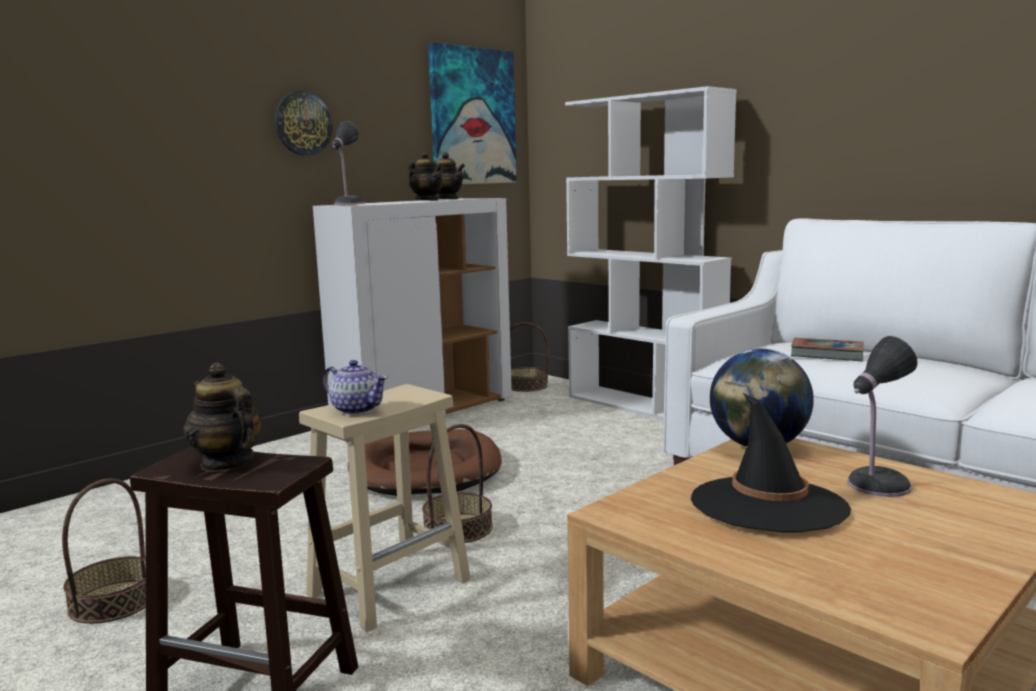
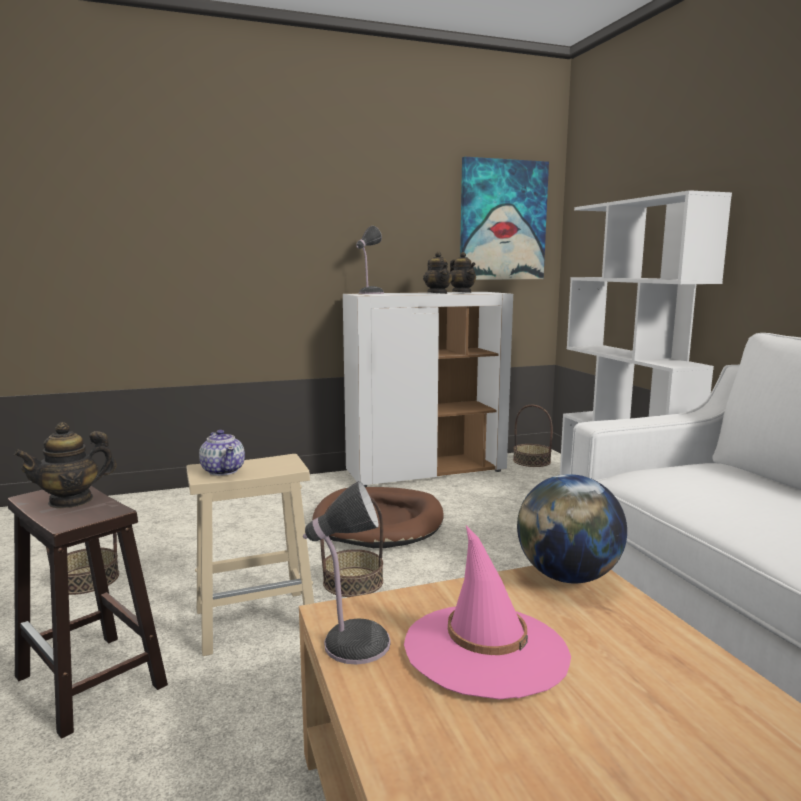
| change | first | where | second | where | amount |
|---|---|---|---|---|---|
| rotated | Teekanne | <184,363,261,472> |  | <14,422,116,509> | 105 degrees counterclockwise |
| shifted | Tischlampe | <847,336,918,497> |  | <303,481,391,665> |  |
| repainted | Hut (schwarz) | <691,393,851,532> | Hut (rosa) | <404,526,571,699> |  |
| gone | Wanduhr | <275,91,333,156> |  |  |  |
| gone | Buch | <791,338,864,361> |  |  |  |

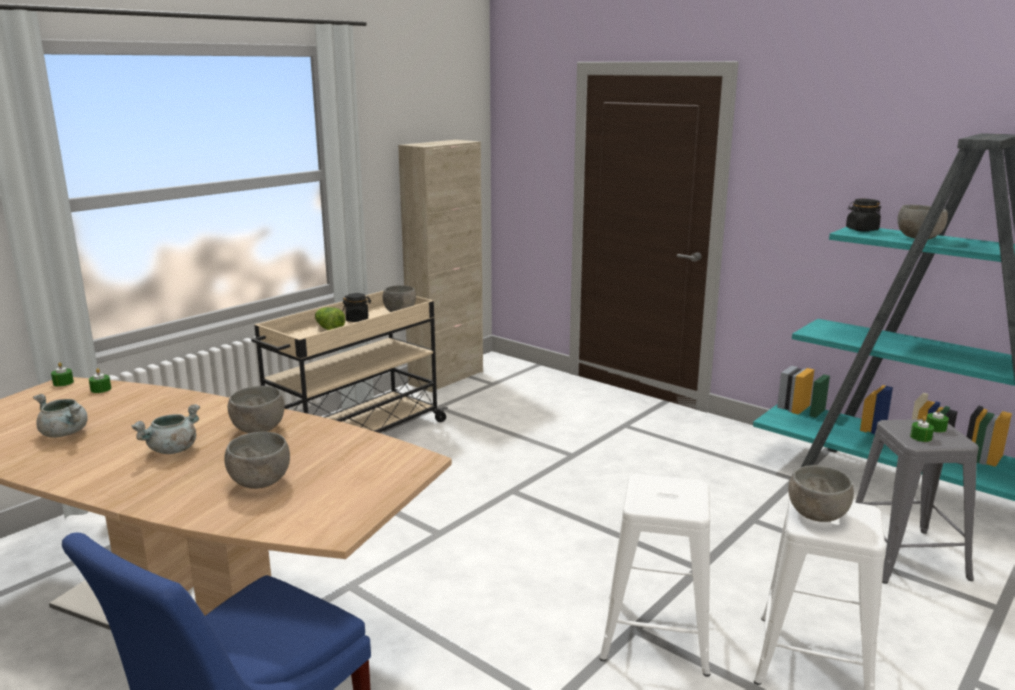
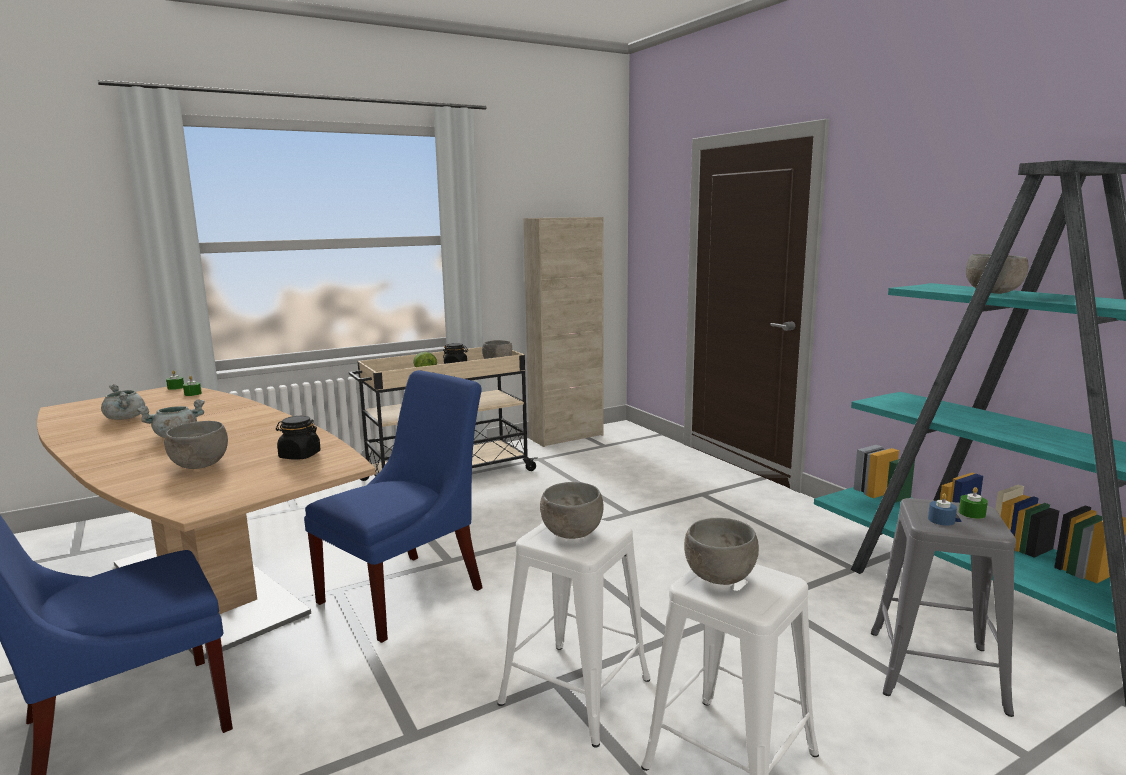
| change | first | where | second | where | amount |
|---|---|---|---|---|---|
| shifted | Vorratsglas (schwarz) | <846,199,881,231> |  | <276,416,321,460> |  |
| new |  |  | Stuhl (blau) | <304,370,483,643> |  |
| shifted | Schüssel (grau) | <228,386,285,433> |  | <540,482,604,539> |  |
| repainted | Kerze (grün) | <910,416,934,442> | Kerze (blau) | <928,493,957,526> |  |

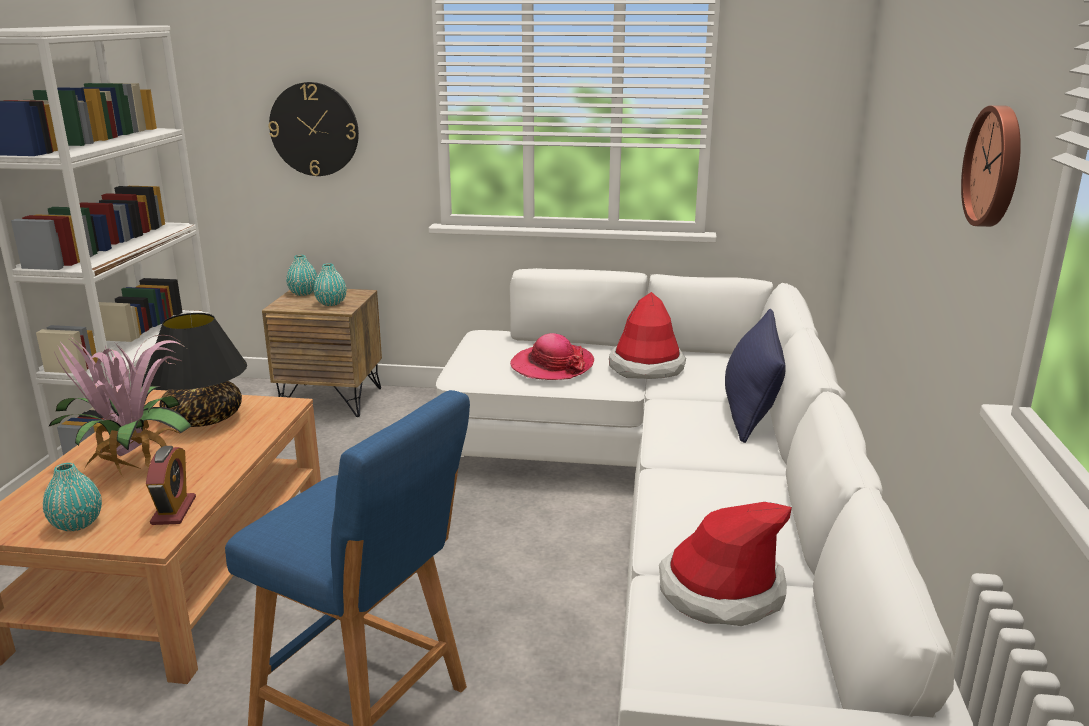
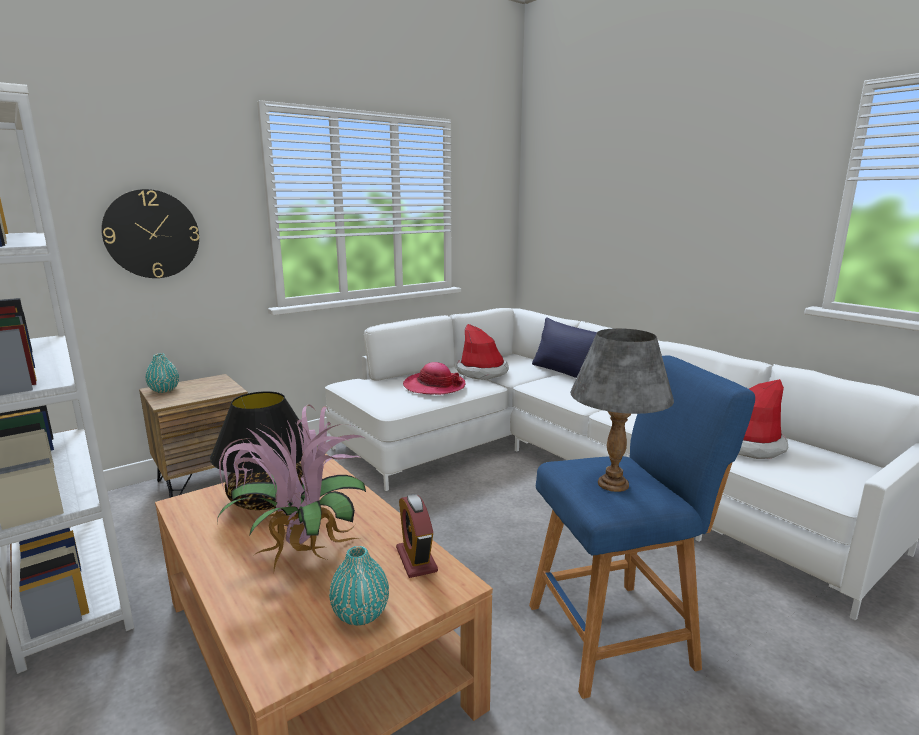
| change | first | where | second | where | amount |
|---|---|---|---|---|---|
| rotated | Wecker | <146,446,196,525> |  | <396,494,438,578> | 150 degrees counterclockwise |
| new |  |  | Tischlampe (grau) | <570,328,674,492> |  |
| gone | Vase (türkis) | <314,263,347,306> |  |  |  |
| gone | Wanduhr | <961,105,1021,227> |  |  |  |

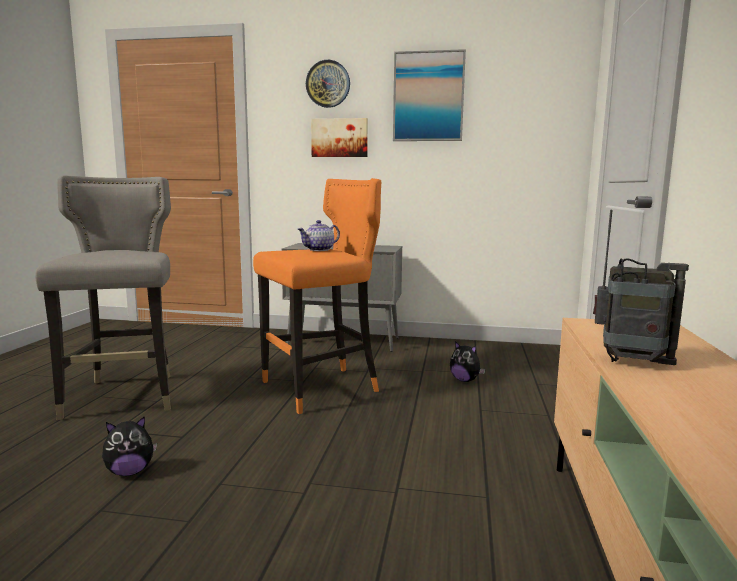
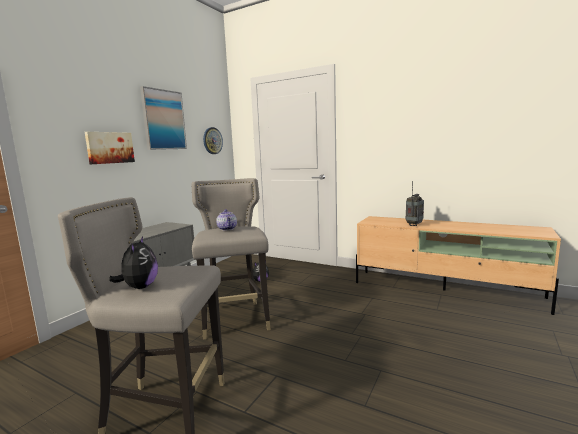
| change | first | where | second | where | amount |
|---|---|---|---|---|---|
| shifted | Plüschtier | <102,416,157,476> |  | <109,236,158,289> |  |
| repainted | Hocker (orange) | <253,178,381,414> | Hocker (grau) | <192,178,271,340> |  |
| shifted | Wanduhr | <306,60,350,108> |  | <203,127,223,154> |  |

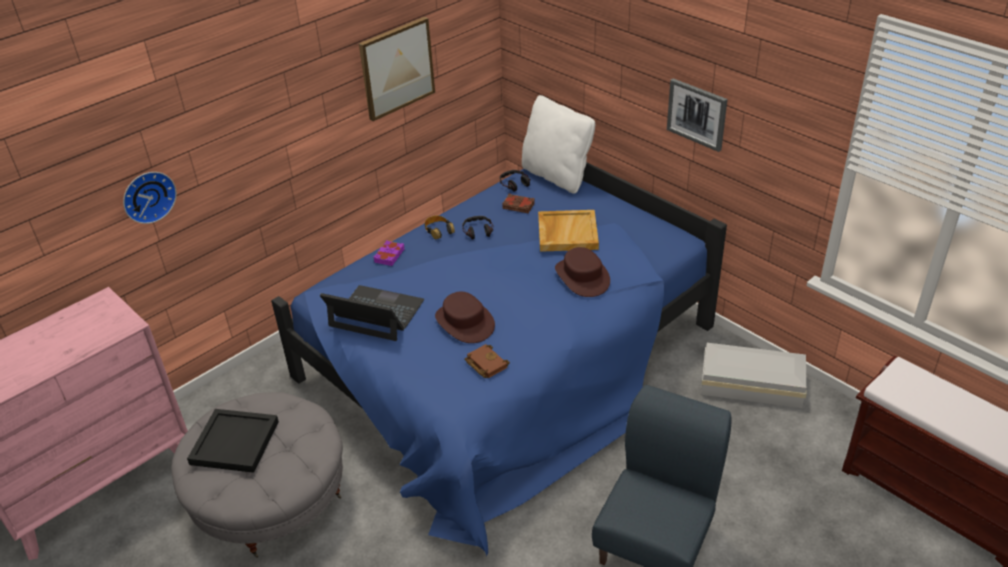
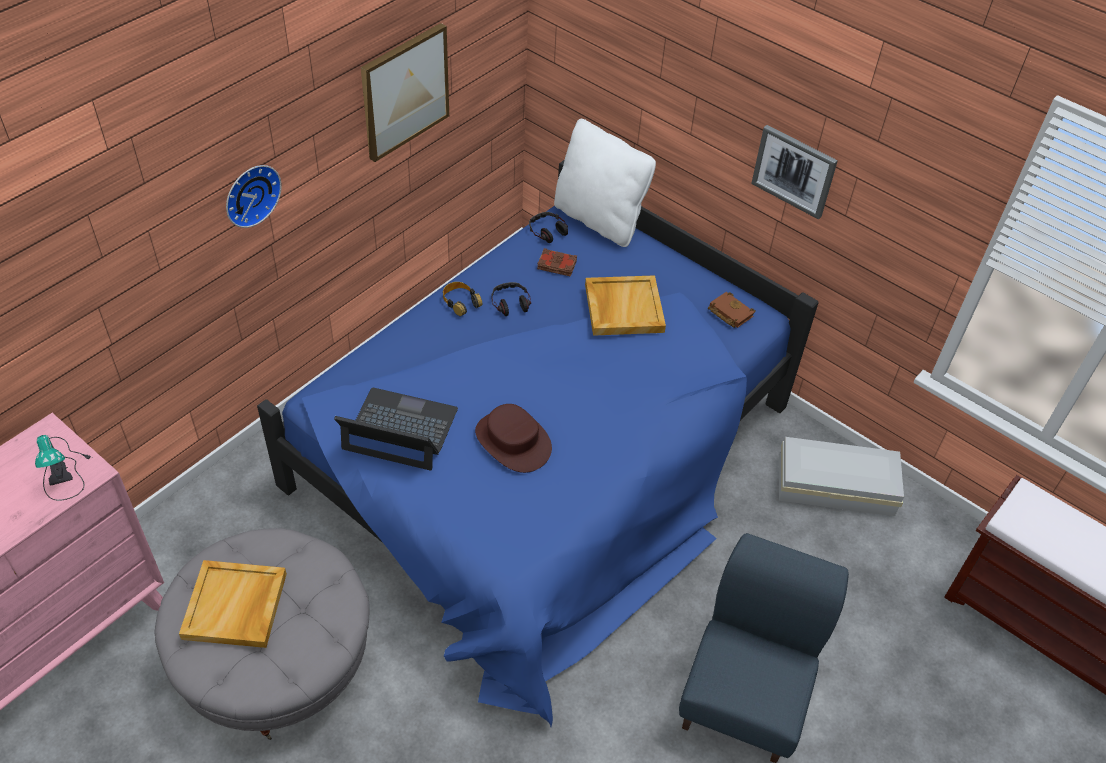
| change | first | where | second | where | amount |
|---|---|---|---|---|---|
| new |  |  | Tischlampe | <35,435,92,501> |  |
| repainted | Tablett (schwarz) | <187,409,279,473> | Tablett (beige) | <179,560,287,648> |  |
| shifted | Wanduhr | <123,172,177,224> |  | <226,165,282,228> |  |
| shifted | Buch (braun) | <464,344,510,378> |  | <708,292,756,328> |  |
| gone | Buch (lila) | <374,240,405,266> |  |  |  |
| gone | Hut (braun) | <555,247,610,297> |  |  |  |

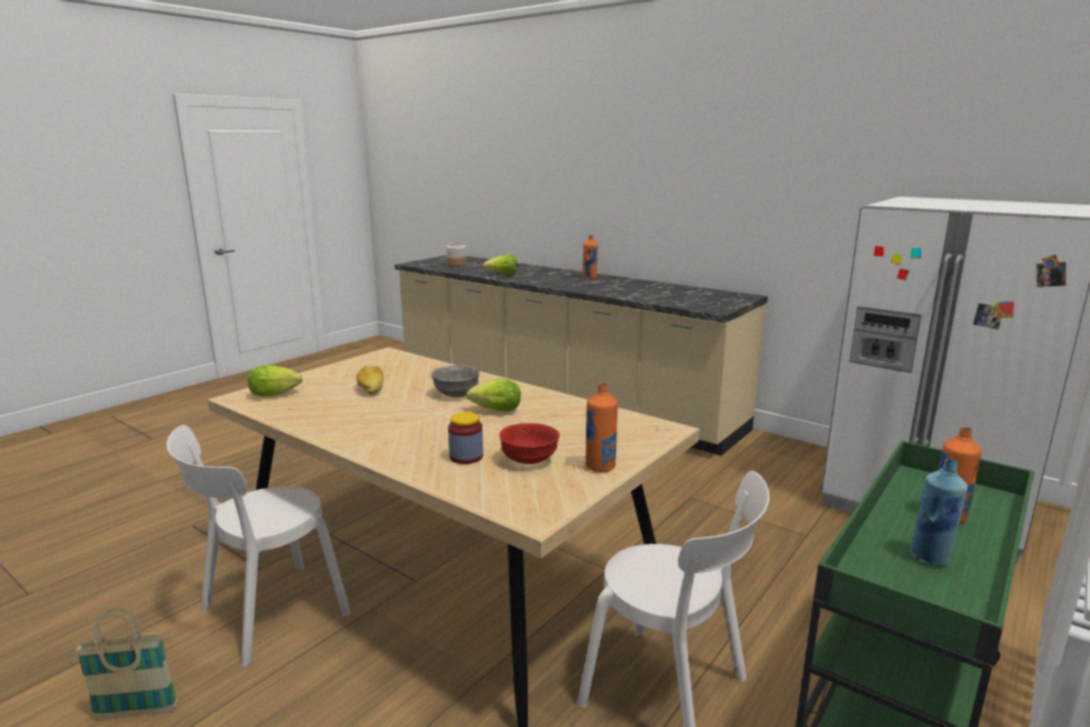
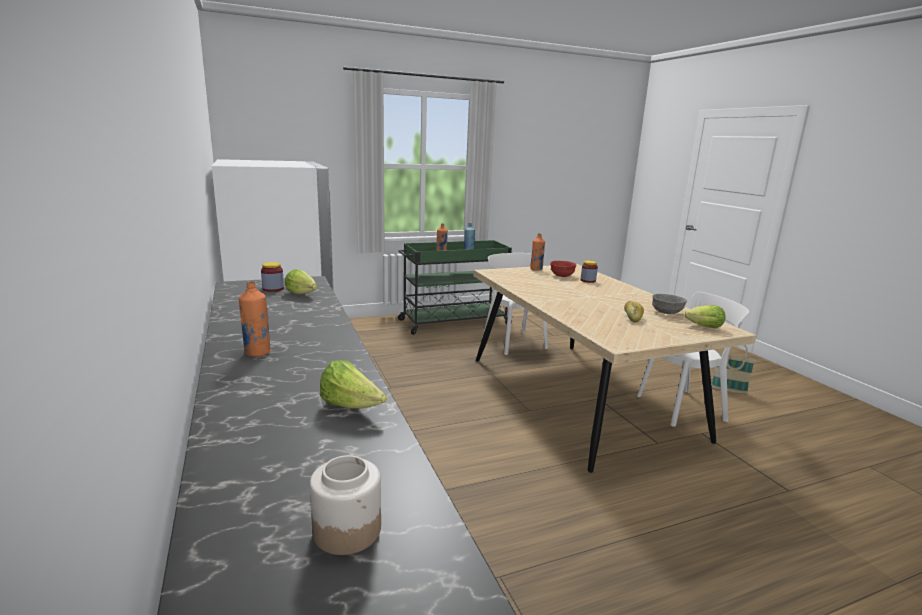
| change | first | where | second | where | amount |
|---|---|---|---|---|---|
| new |  |  | Vorratsglas | <261,262,284,292> |  |
| shifted | Salatkopf | <467,379,521,411> |  | <285,269,317,295> |  |
| shifted | Schüssel (grau) | <431,365,479,397> |  | <652,294,687,314> |  |

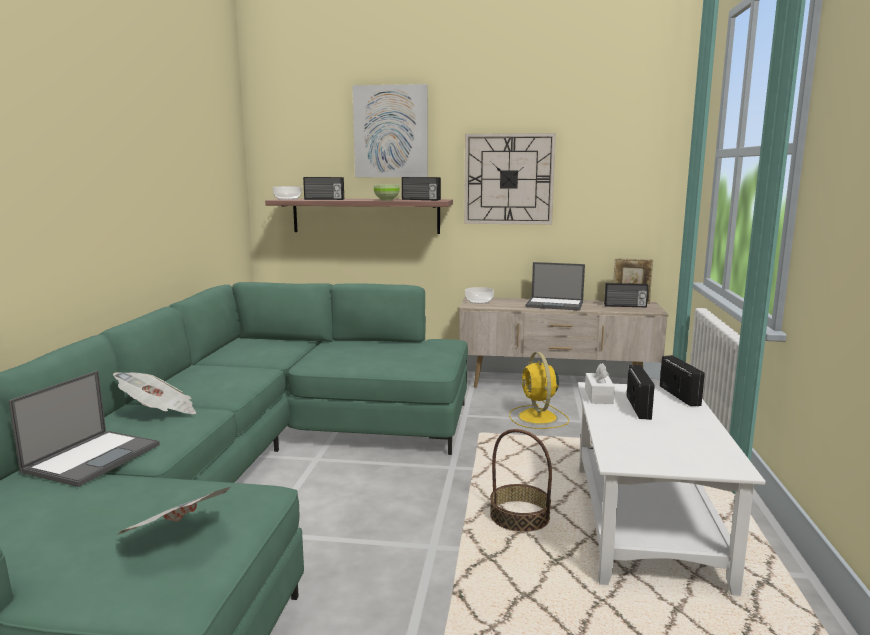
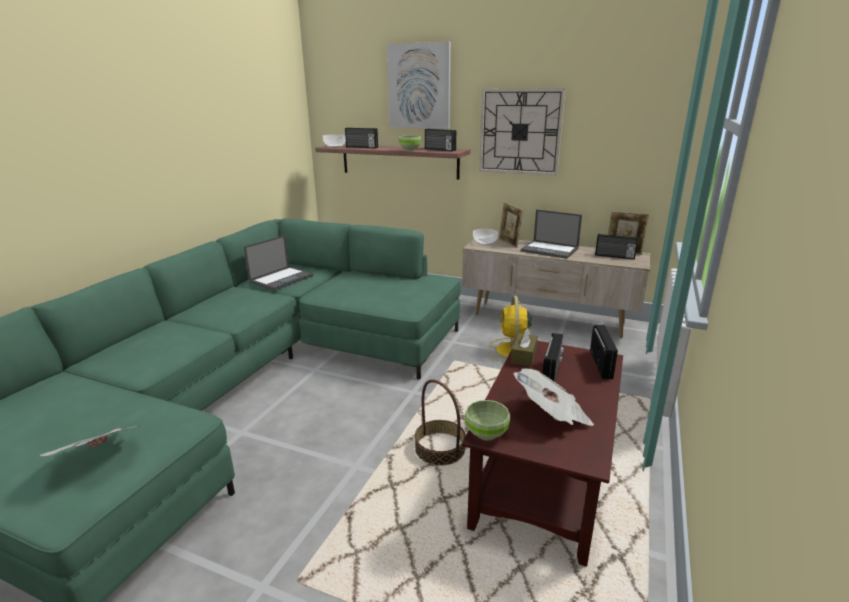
| change | first | where | second | where | amount |
|---|---|---|---|---|---|
| shifted | Laptop | <8,370,160,487> |  | <244,235,313,291> |  |
| repainted | Couchtisch (weiß) | <578,382,765,596> | Couchtisch (braun) | <462,341,623,567> |  |
| new |  |  | Schüssel (grün) | <465,400,510,440> |  |
| new |  |  | Bilderrahmen | <499,202,523,248> |  |
| repainted | Taschentuchbox (weiß) | <585,363,615,404> | Taschentuchbox (braun) | <511,328,538,367> |  |
| shifted | Zeitung | <113,372,196,414> |  | <513,368,594,426> |  |

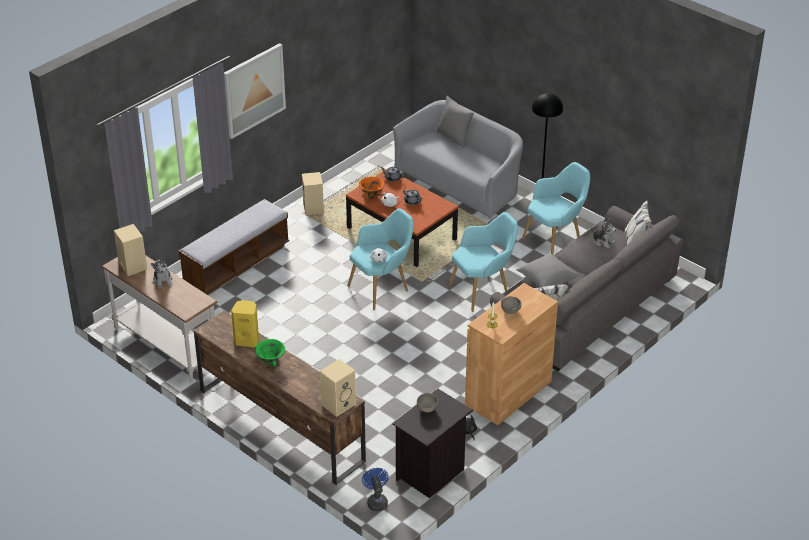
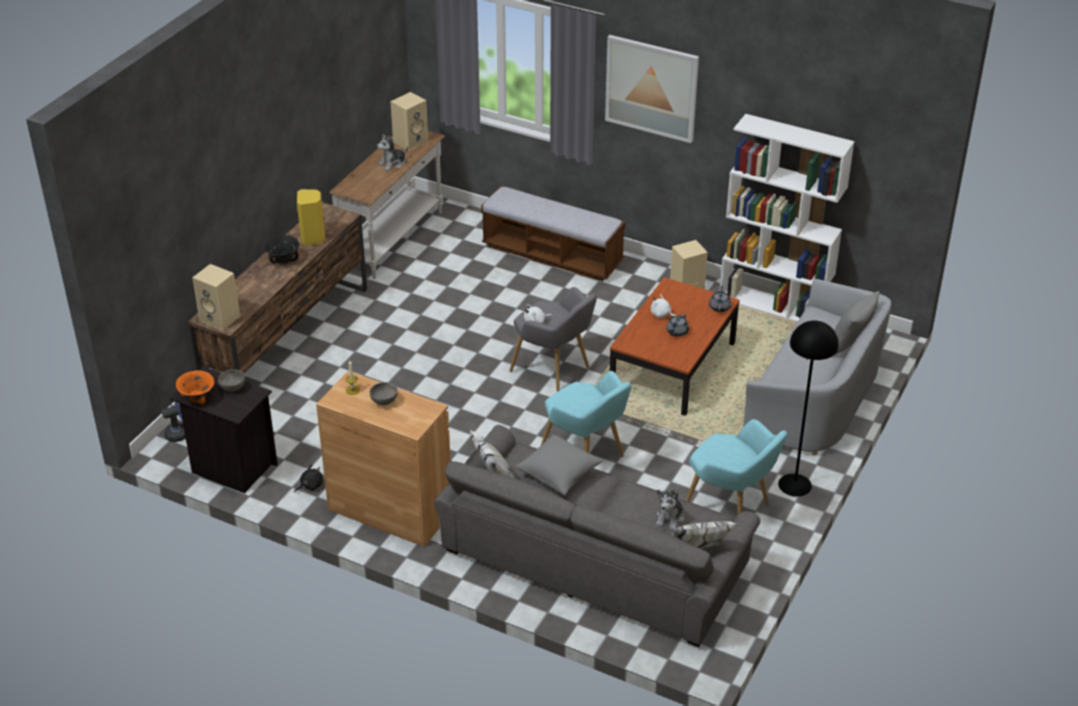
| change | first | where | second | where | amount |
|---|---|---|---|---|---|
| shifted | Schüssel (orange) | <359,177,384,200> |  | <176,370,214,404> |  |
| repainted | Schüssel (grün) | <255,339,285,367> | Schüssel (schwarz) | <265,235,300,264> |  |
| repainted | Sessel (türkis) | <348,208,414,310> | Sessel (grau) | <510,287,597,392> |  |
| new |  |  | Bücherregal (weiß) | <719,114,854,322> |  |

